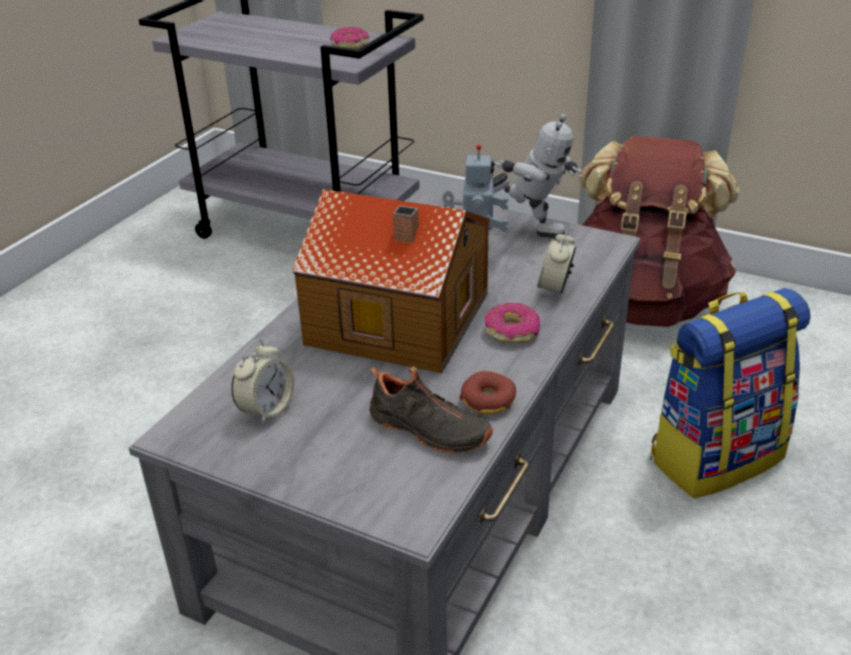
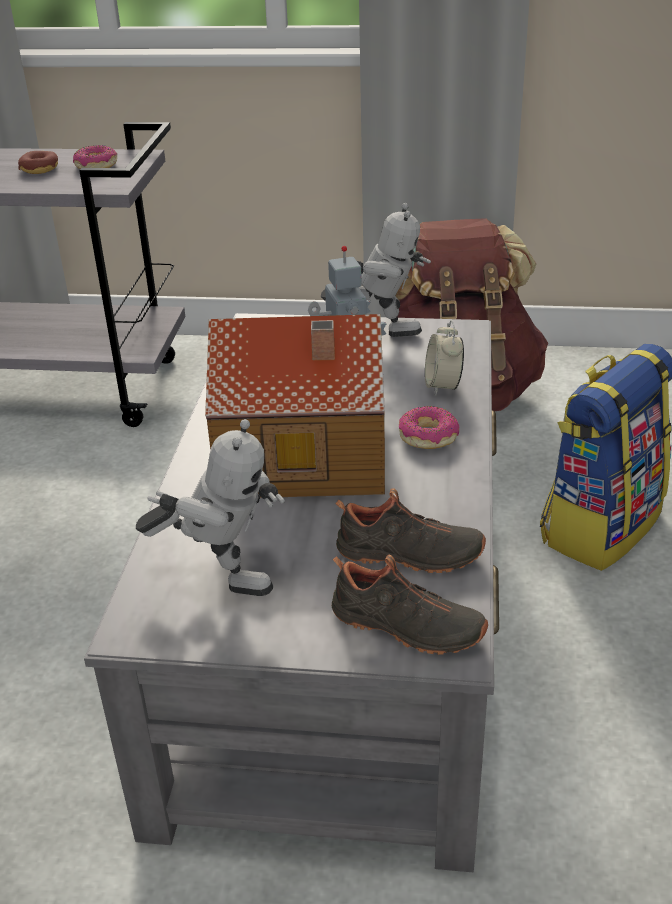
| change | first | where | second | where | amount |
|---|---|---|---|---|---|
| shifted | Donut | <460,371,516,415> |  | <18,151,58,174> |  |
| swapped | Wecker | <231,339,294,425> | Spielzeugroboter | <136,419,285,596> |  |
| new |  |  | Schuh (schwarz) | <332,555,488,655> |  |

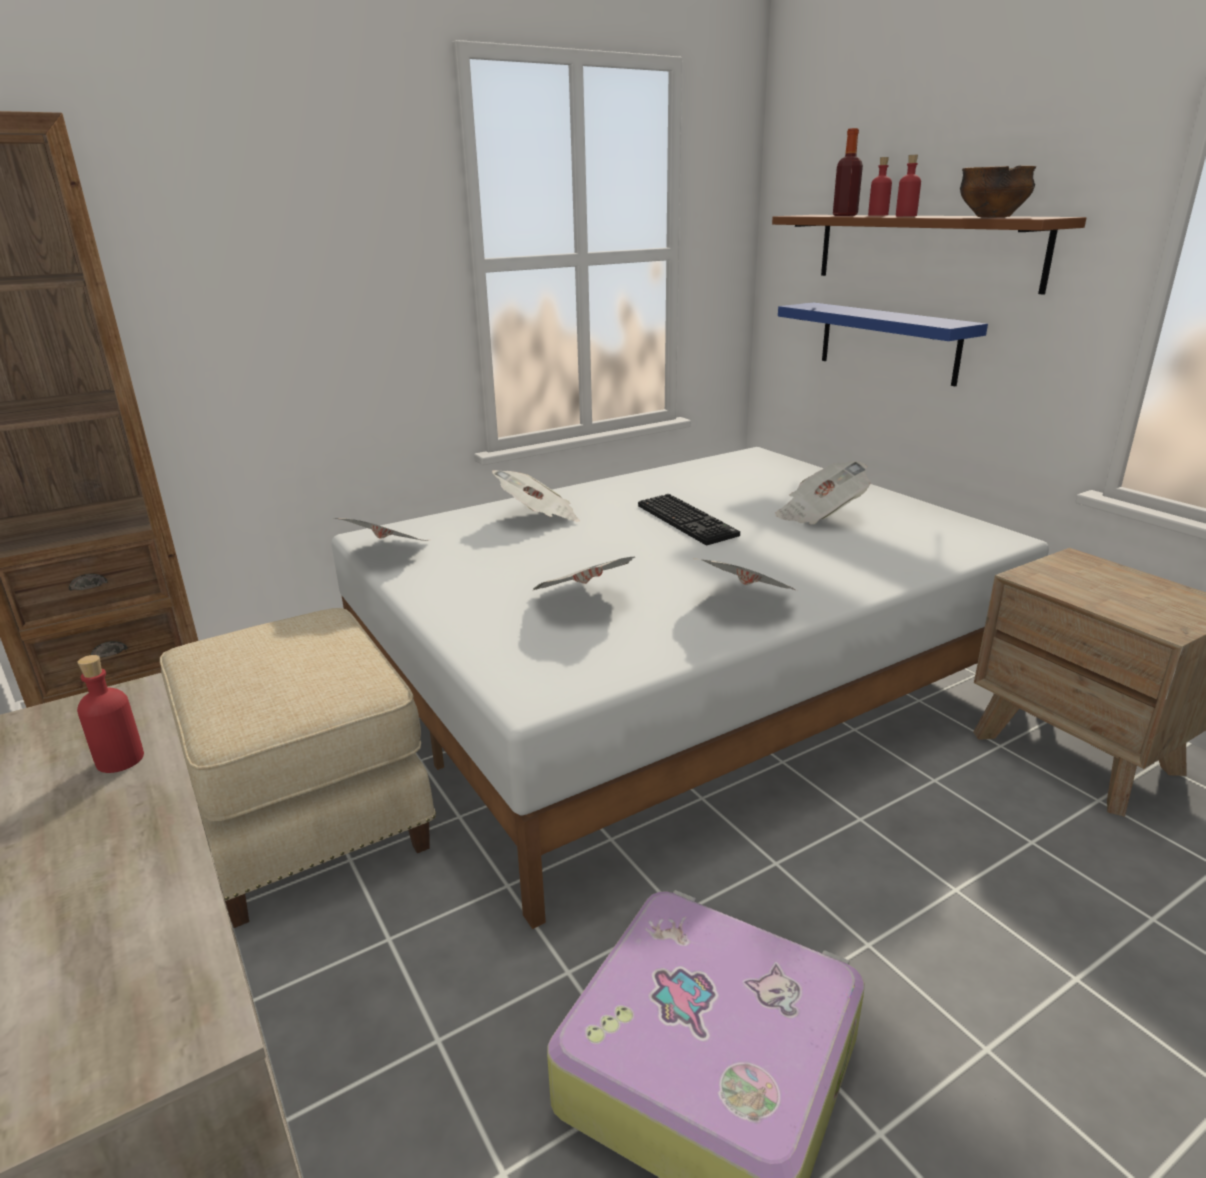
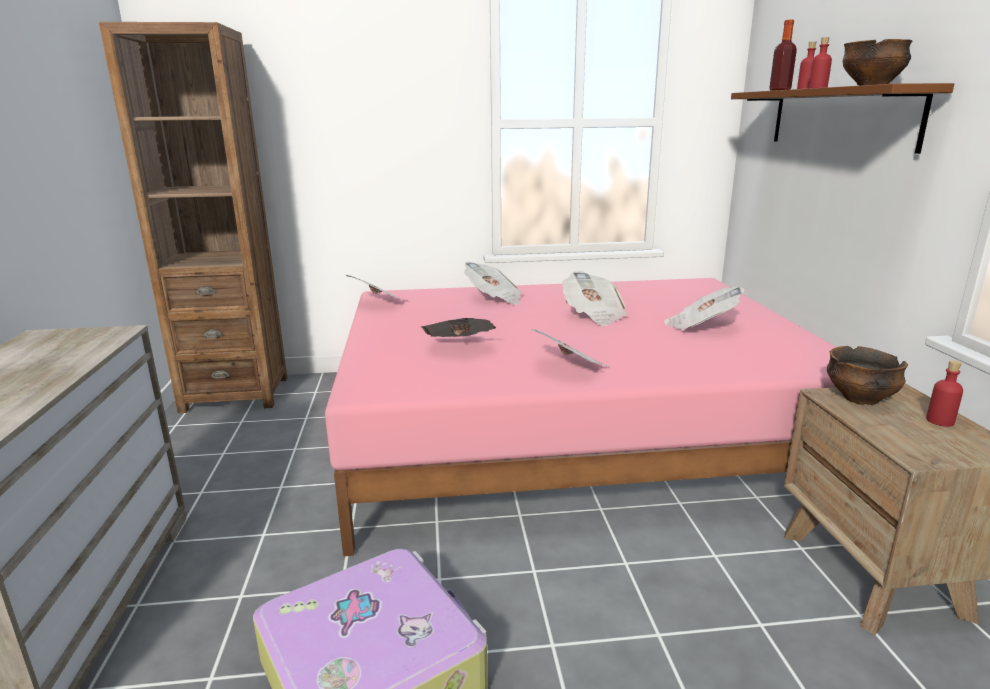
| change | first | where | second | where | amount |
|---|---|---|---|---|---|
| repainted | Bett (weiß) | <331,447,1049,929> | Bett (rosa) | <325,278,836,557> |  |
| swapped | Tastatur | <638,494,740,545> | Zeitung | <562,271,628,326> |  |
| new |  |  | Schüssel | <827,346,908,405> |  |
| shifted | Flasche (rot) | <77,655,144,773> |  | <926,360,963,427> |  |
| gone | Polsterhocker (beige) | <160,608,436,928> |  |  |  |
| gone | Wandregal (blau) | <778,303,988,386> |  |  |  |

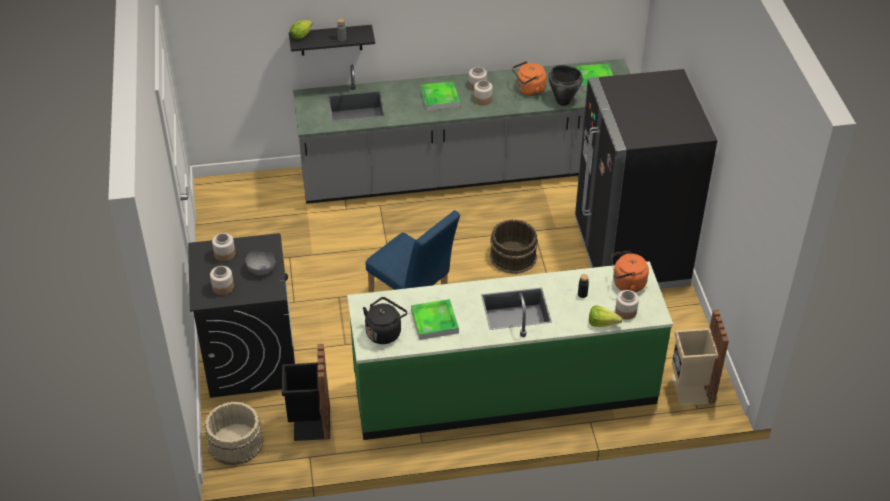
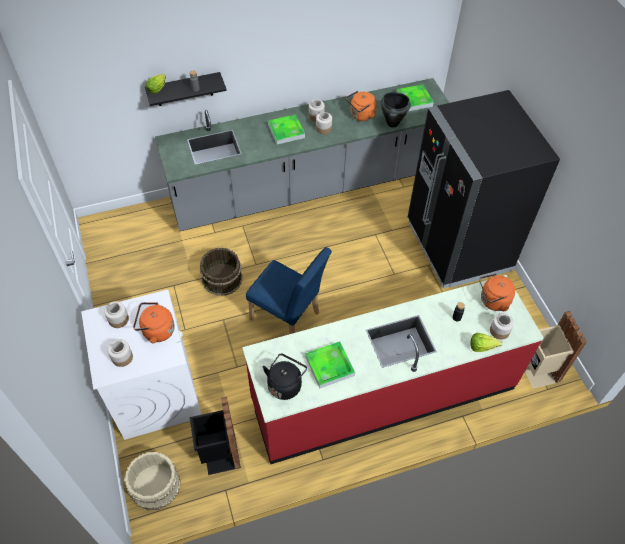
| change | first | where | second | where | amount |
|---|---|---|---|---|---|
| repainted | Waschmaschine (schwarz) | <188,233,295,398> | Waschmaschine (weiß) | <81,290,201,440> |  |
| swapped | Schüssel (grau) | <245,249,276,275> | Wasserkessel (orange) | <133,302,175,343> |  |
| shifted | Eimer (braun) | <490,219,538,274> |  | <200,248,243,296> |  |
| repainted | Küchenzeile (grün) | <347,261,673,440> | Küchenzeile (rot) | <242,275,544,464> |  |

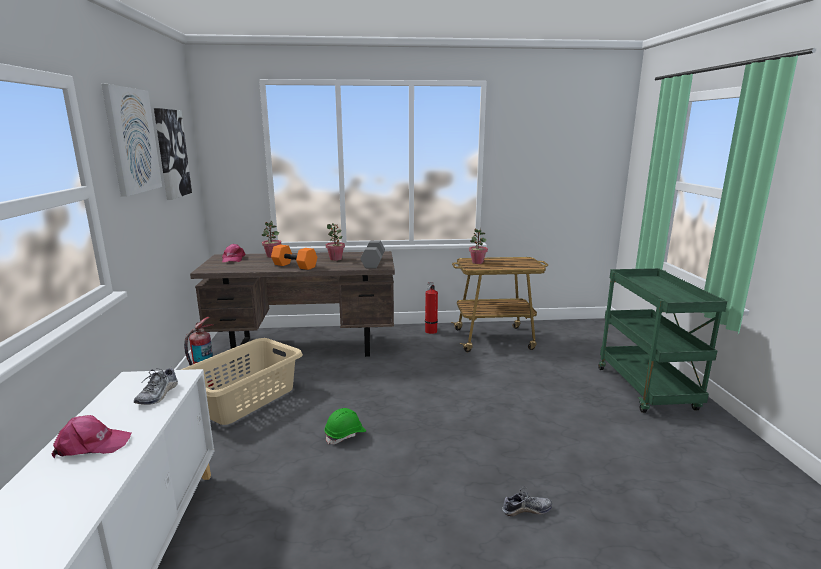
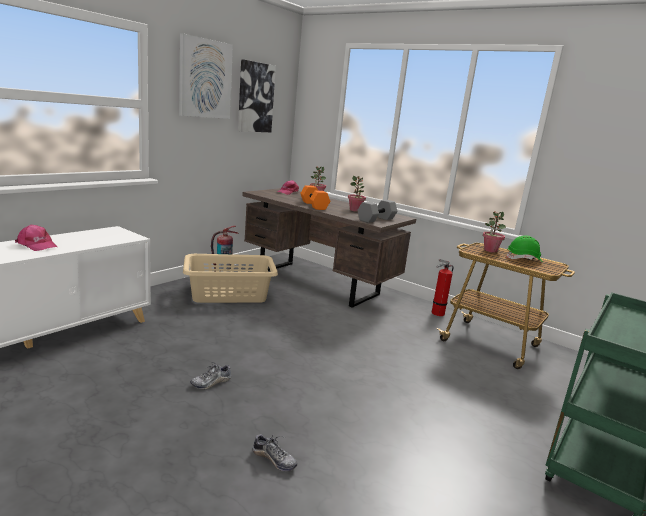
| change | first | where | second | where | amount |
|---|---|---|---|---|---|
| shifted | Schuh | <134,367,178,405> |  | <190,362,231,389> |  |
| shifted | Schutzhelm (grün) | <324,408,366,445> |  | <506,236,544,263> |  |

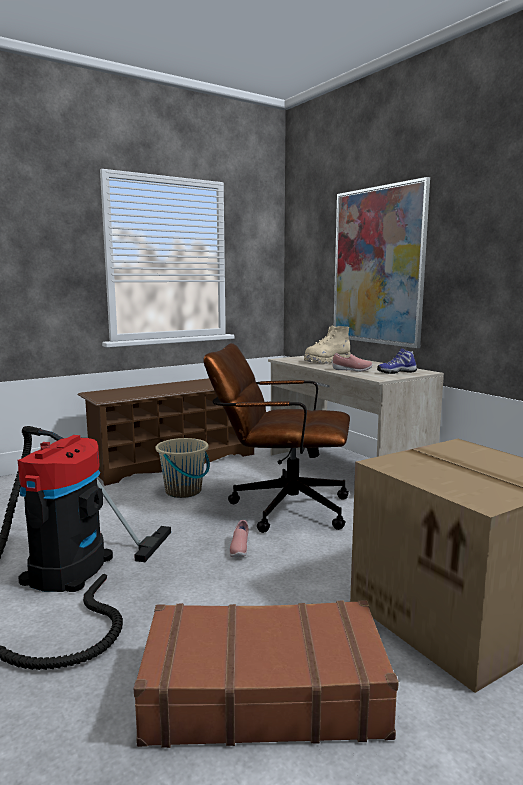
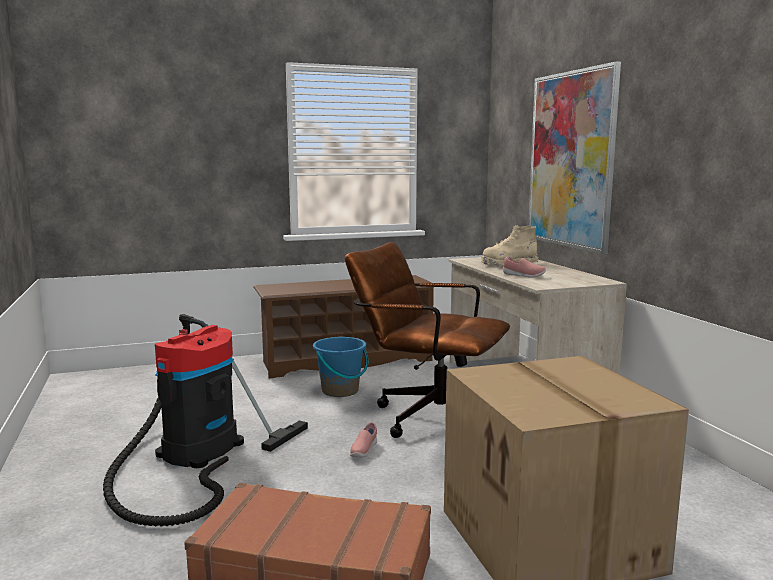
| change | first | where | second | where | amount |
|---|---|---|---|---|---|
| repainted | Eimer (beige) | <156,438,210,498> | Eimer (blau) | <313,337,368,397> |  |
| gone | Schuh | <377,348,417,374> |  |  |  |

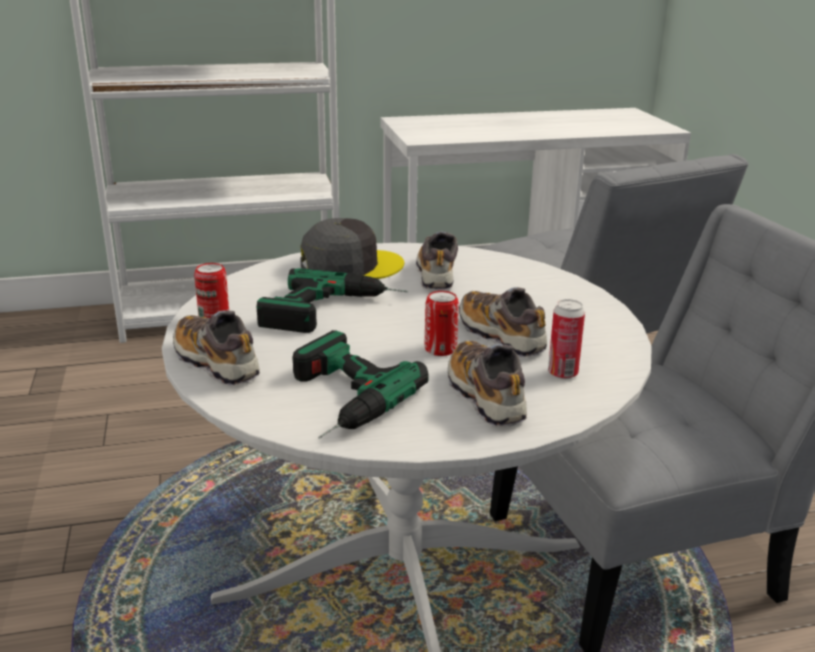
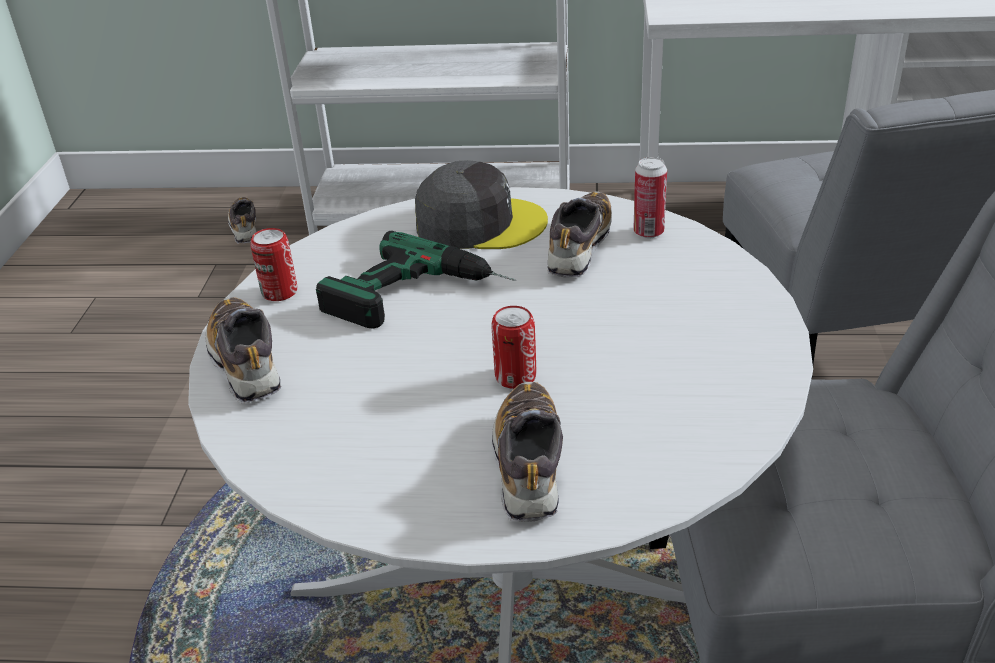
| change | first | where | second | where | amount |
|---|---|---|---|---|---|
| shifted | Schuh | <459,287,547,358> |  | <228,197,257,244> |  |
| shifted | Dose | <548,299,585,379> |  | <633,157,667,238> |  |
| gone | Bohrmaschine | <292,330,429,439> |  |  |  |

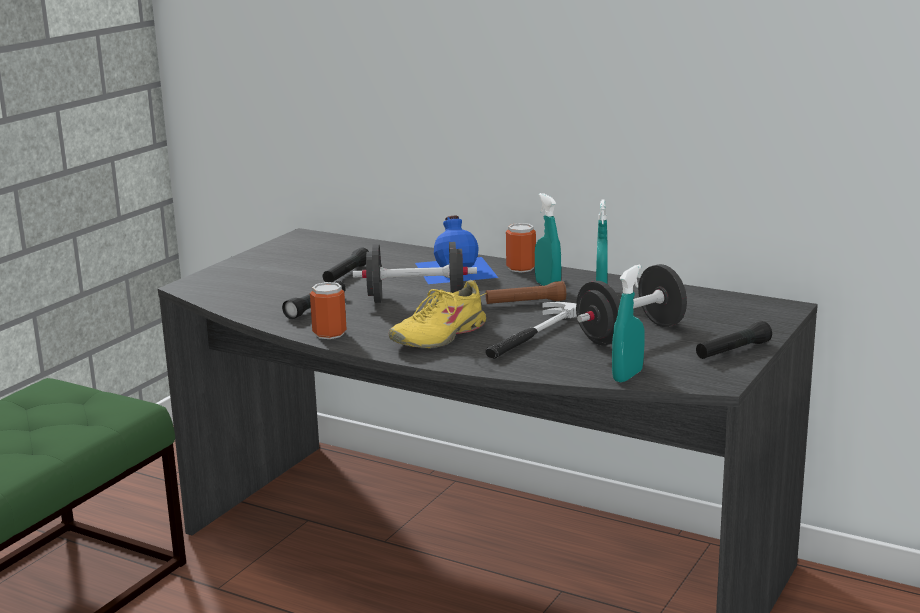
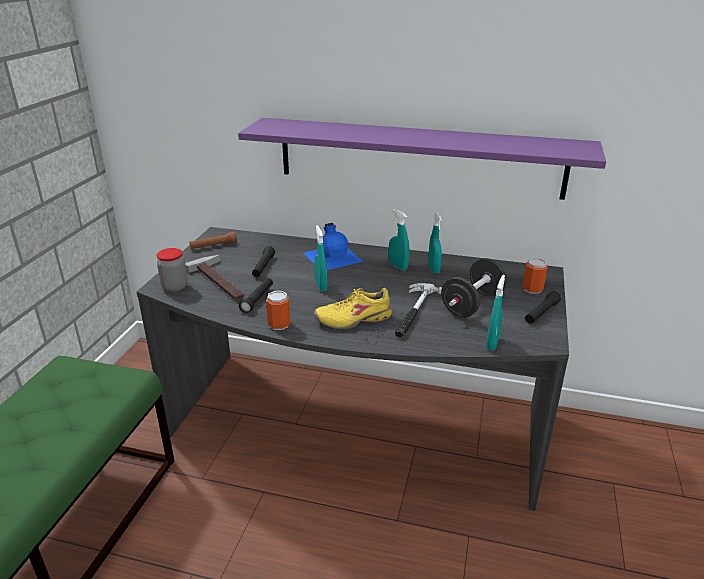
| change | first | where | second | where | amount |
|---|---|---|---|---|---|
| new |  |  | Vorratsglas | <157,248,188,292> |  |
| new |  |  | Hammer | <185,255,244,300> |  |
| shifted | Taschenlampe (braun) | <485,281,566,304> |  | <190,232,237,249> |  |
| new |  |  | Wandregal (lila) | <238,118,606,200> |  |
| swapped | Hantel (schwarz) | <353,242,477,303> | Sprühflasche (türkis) | <314,225,327,292> |  |
| rotated | Schuh (gelb) | <388,280,487,348> |  | <314,288,392,329> | 45 degrees clockwise |
| shifted | Dose | <506,223,536,273> |  | <523,258,547,294> |  |

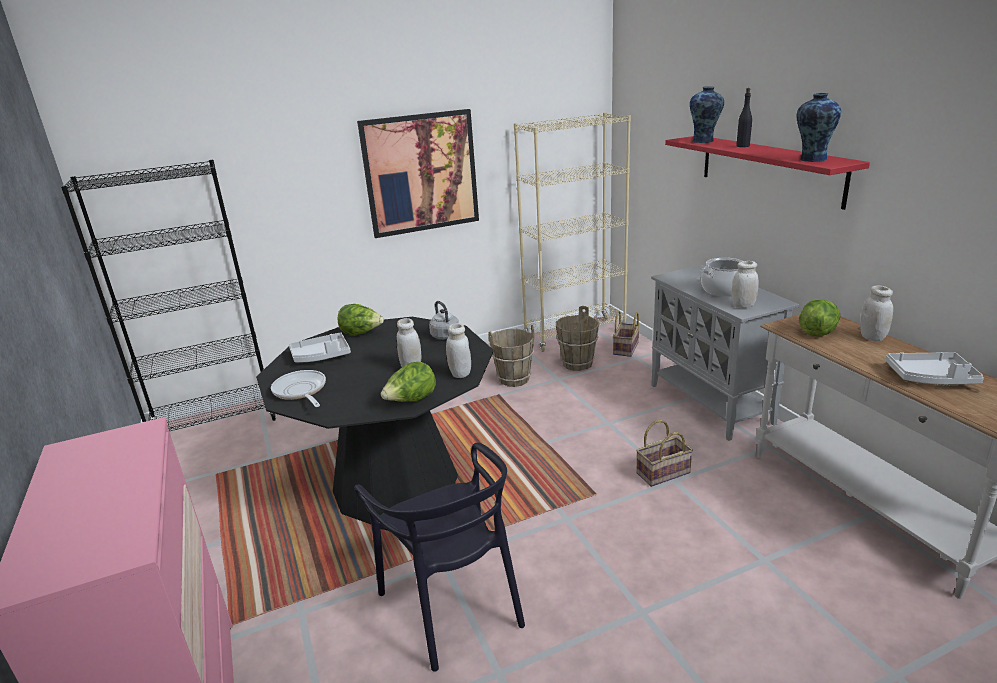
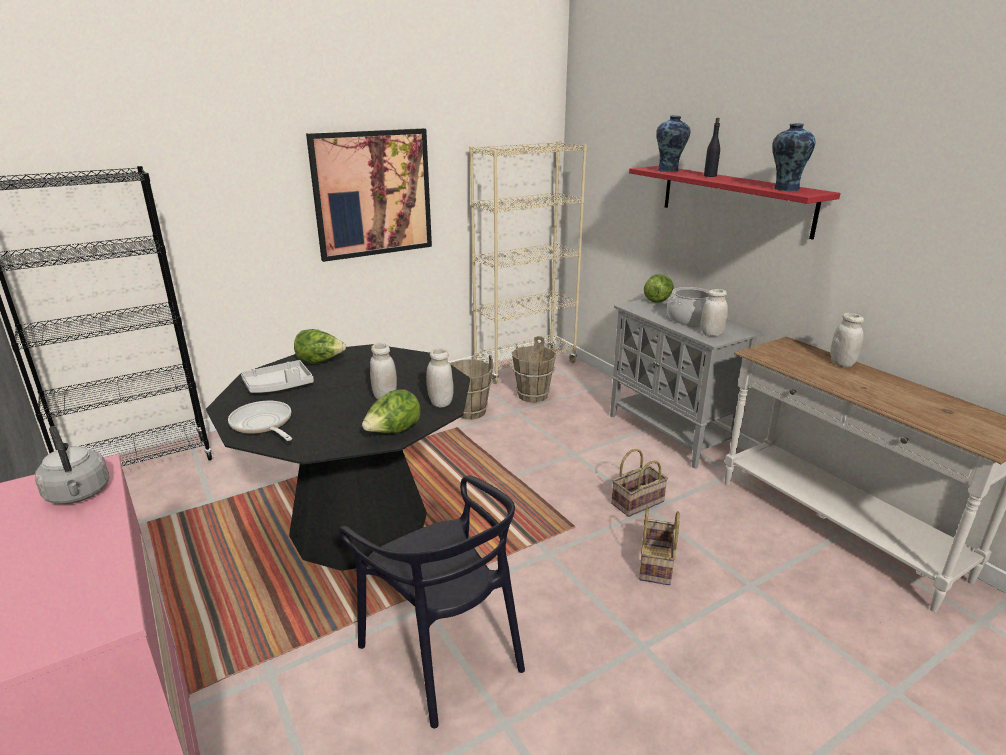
| change | first | where | second | where | amount |
|---|---|---|---|---|---|
| shifted | Wasserkessel (grau) | <429,301,459,339> |  | <35,426,109,504> |  |
| shifted | Korb | <613,311,640,357> |  | <639,507,680,585> |  |
| shifted | Salatkopf | <799,299,840,337> |  | <644,274,674,302> |  |
| gone | Tablett (grau) | <886,352,984,385> |  |  |  |

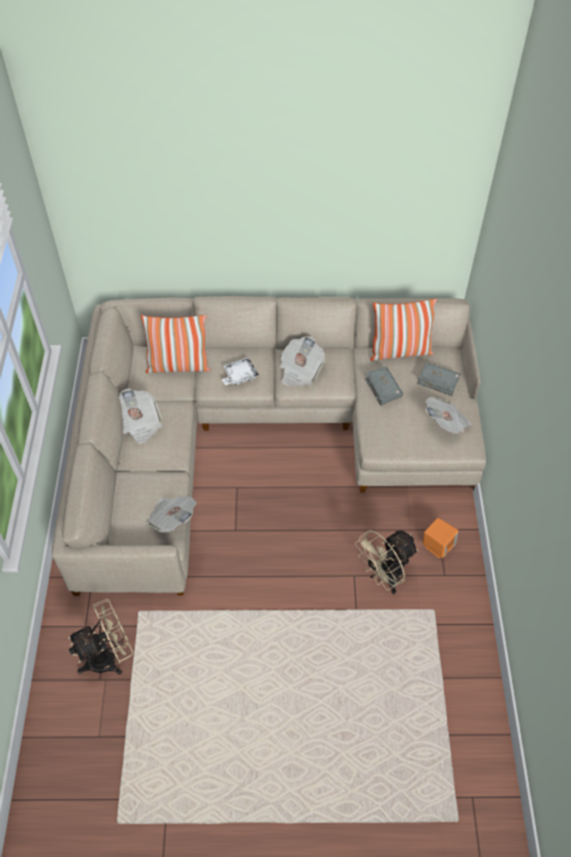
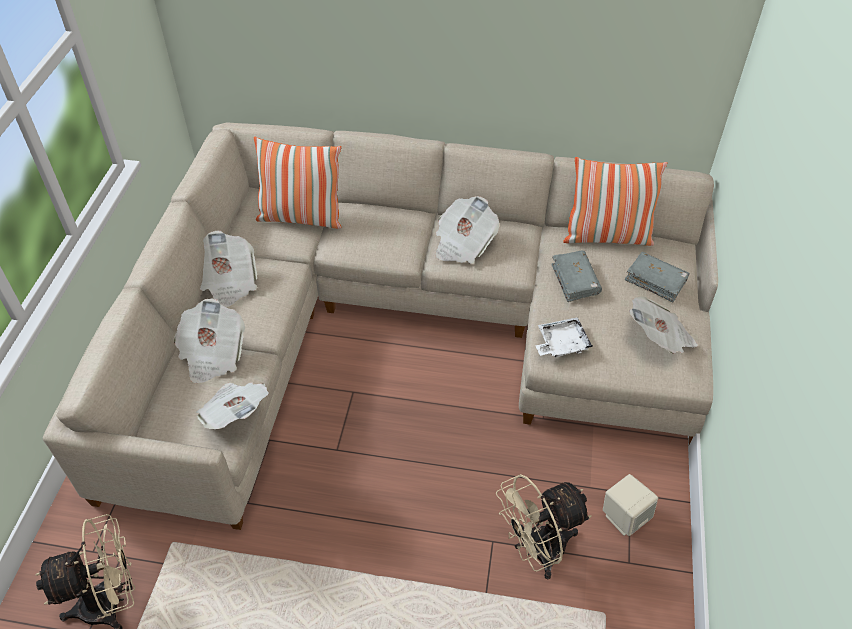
| change | first | where | second | where | amount |
|---|---|---|---|---|---|
| new |  |  | Zeitung | <174,299,245,384> |  |
| shifted | Tablett (weiß) | <222,357,259,385> |  | <535,317,593,357> |  |
| repainted | Lautsprecher (orange) | <423,518,458,558> | Lautsprecher (beige) | <603,474,658,536> |  |

